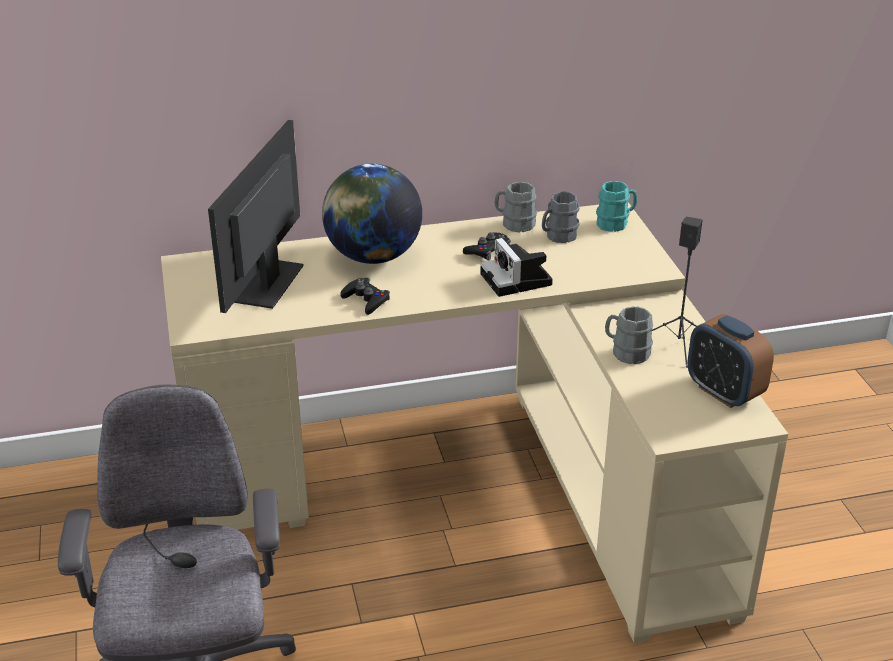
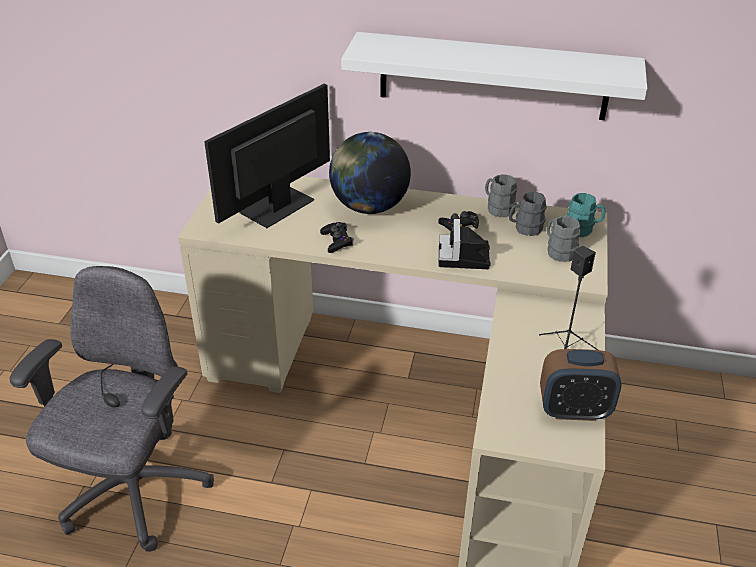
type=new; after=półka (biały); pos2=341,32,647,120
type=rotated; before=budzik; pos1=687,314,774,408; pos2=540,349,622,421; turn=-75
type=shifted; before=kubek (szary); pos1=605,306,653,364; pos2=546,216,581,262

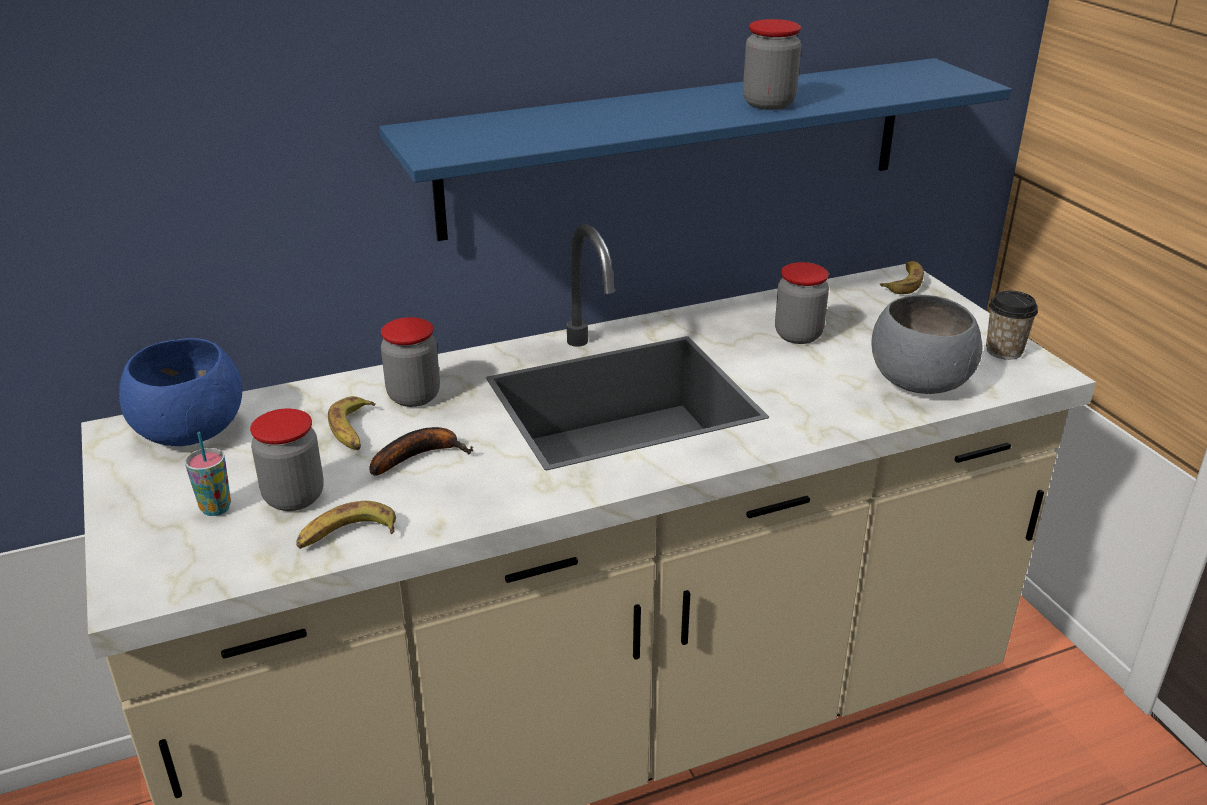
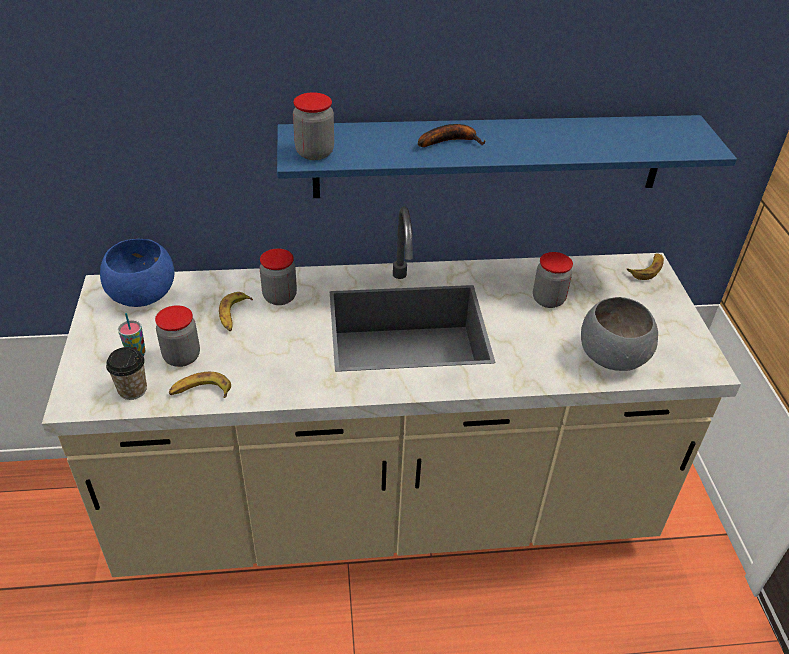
type=shifted; before=filiżanka; pos1=986,291,1038,360; pos2=106,347,147,400
type=shifted; before=słoik; pos1=743,19,801,110; pos2=293,92,334,160
type=shifted; before=banan; pos1=370,427,473,476; pos2=418,124,485,147

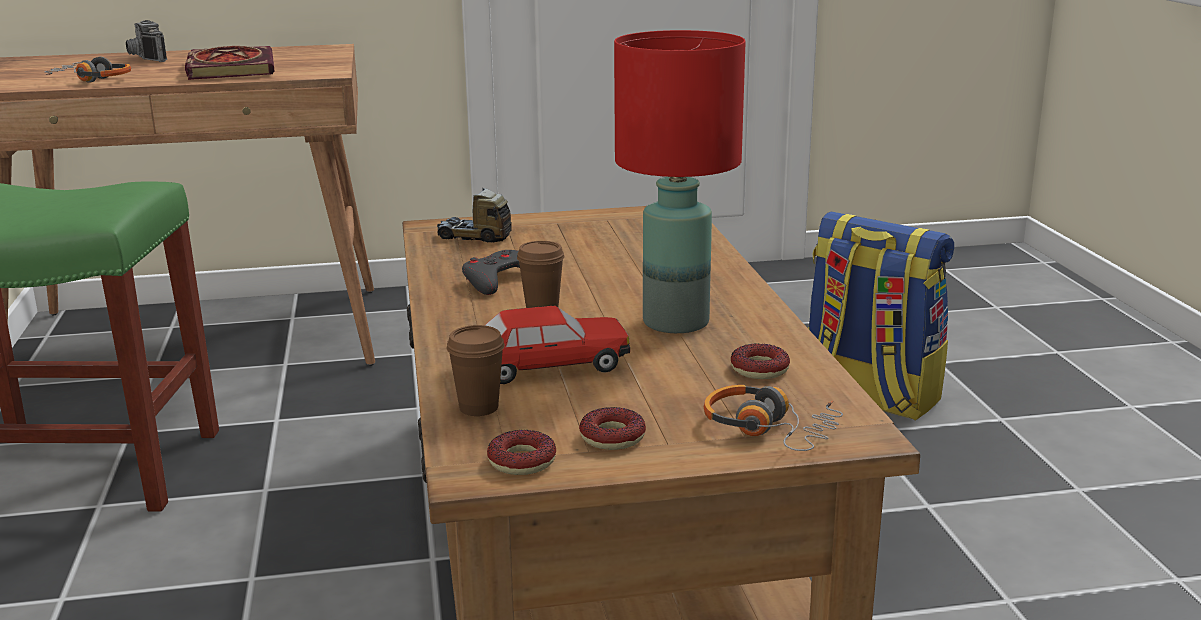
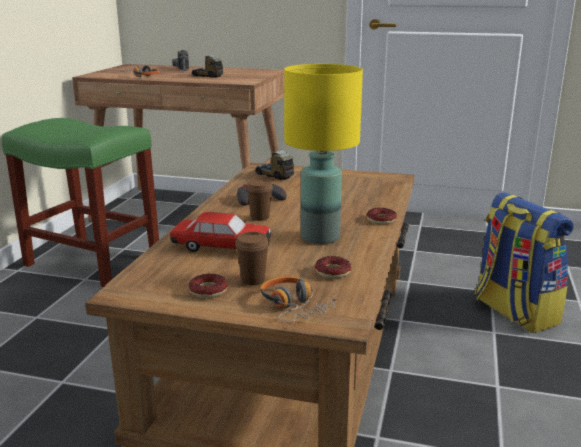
type=swapped; before=książka; after=ciężarówka zabawkowa; pos1=185,46,275,80; pos2=192,55,223,78
type=shifted; before=filiżanka (brązowy); pos1=447,325,505,416; pos2=235,232,269,285
type=repainted; before=lampa stołowa (czerwony); after=lampa stołowa (żółty); pos1=614,30,745,333; pos2=284,64,363,244
type=shifted; before=donut; pos1=487,430,556,475; pos2=367,208,397,225

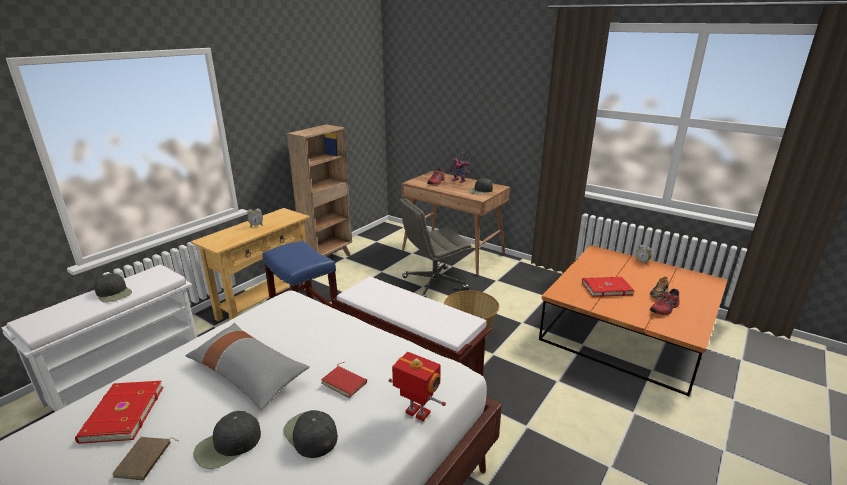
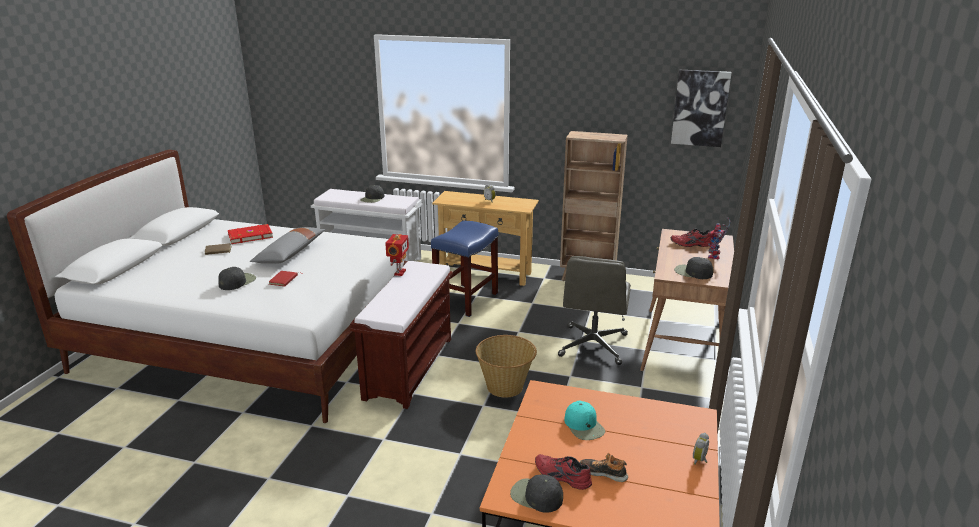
type=shifted; before=robot zabawkowy; pos1=389,352,446,421; pos2=385,234,409,276
type=shifted; before=czapka z daszkiem (czarny); pos1=193,411,261,469; pos2=510,475,563,513
type=rotated; before=krzesło biurowe (szary); pos1=399,198,472,297; pos2=558,256,631,365; turn=-120
type=swapped; before=książka (czerwony); after=czapka z daszkiem (turkusowy); pos1=582,277,635,297; pos2=564,401,605,440
type=new; after=obraz; pos2=671,70,732,147

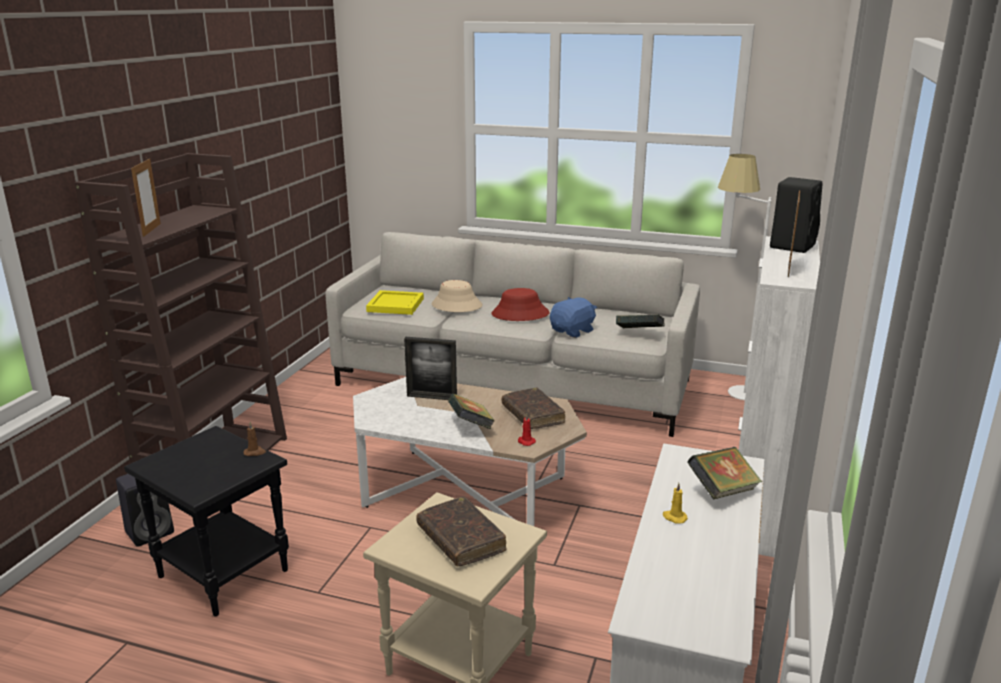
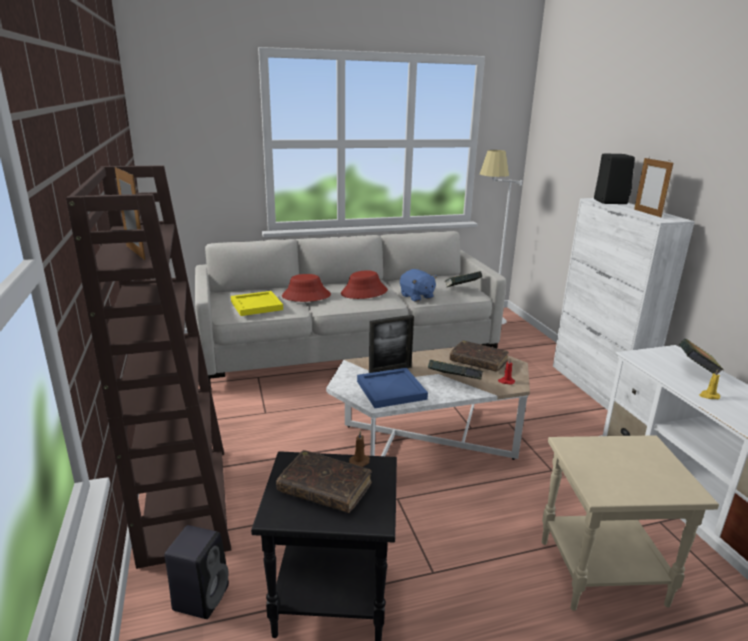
type=shifted; before=książka (brązowy); pos1=416,496,507,567; pos2=276,450,372,513
type=repainted; before=kapelusz (beżowy); after=kapelusz (czerwony); pos1=432,280,482,312; pos2=282,274,331,302
type=new; after=taca (niebieski); pos2=357,368,428,408
type=rotated; before=pluszak (niebieski); pos1=550,297,597,338; pos2=400,269,437,302; turn=135

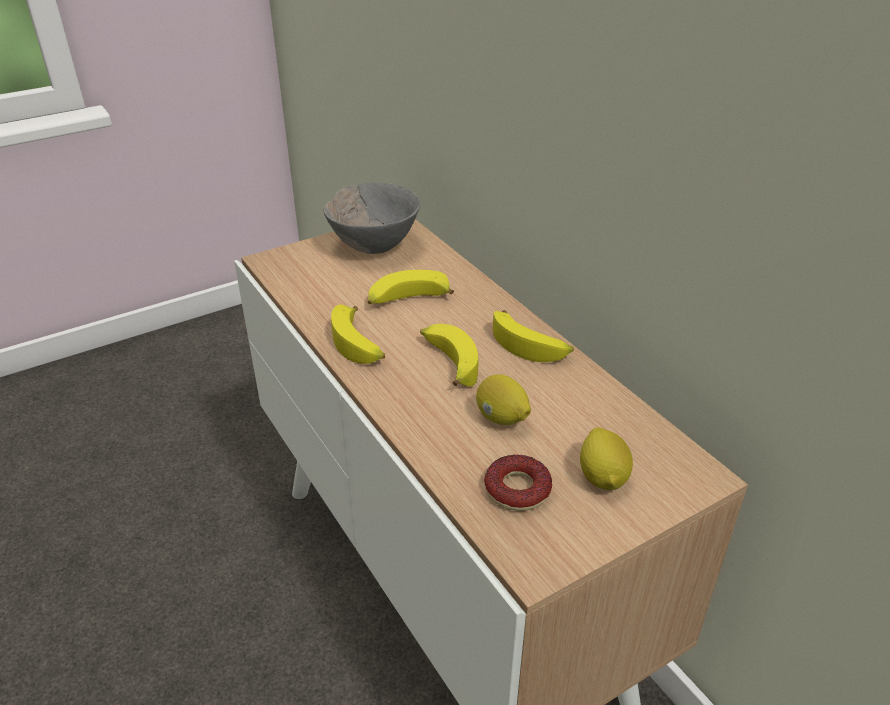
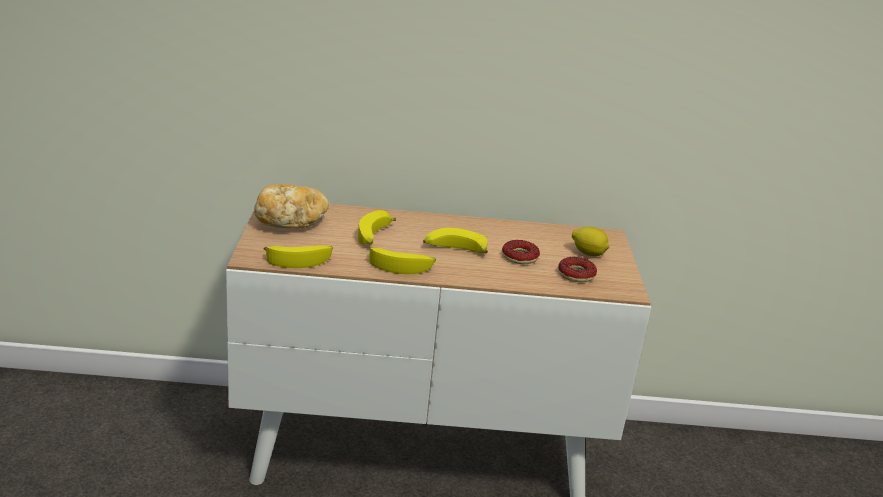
type=swapped; before=miska (szary); after=chleb; pos1=323,182,421,254; pos2=254,184,329,228
type=shifted; before=banan; pos1=493,310,574,362; pos2=264,245,333,268
type=swapped; before=cytryna; after=donut; pos1=476,374,531,425; pos2=502,240,540,264

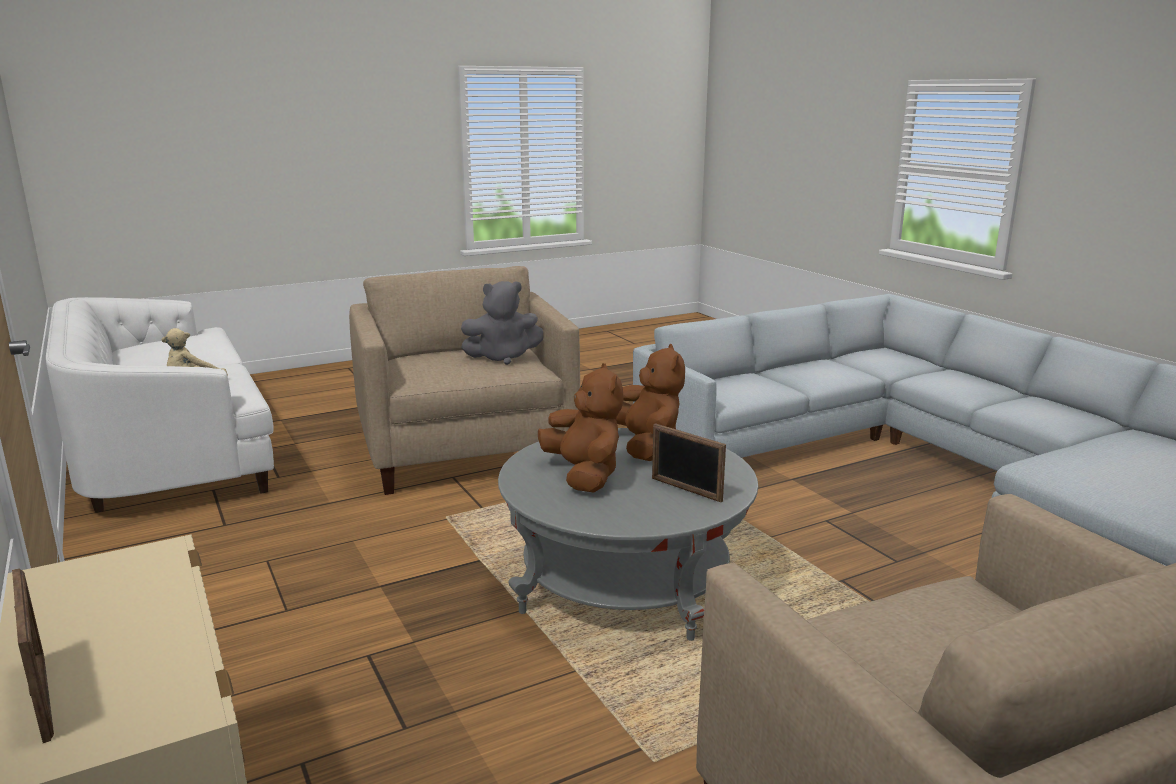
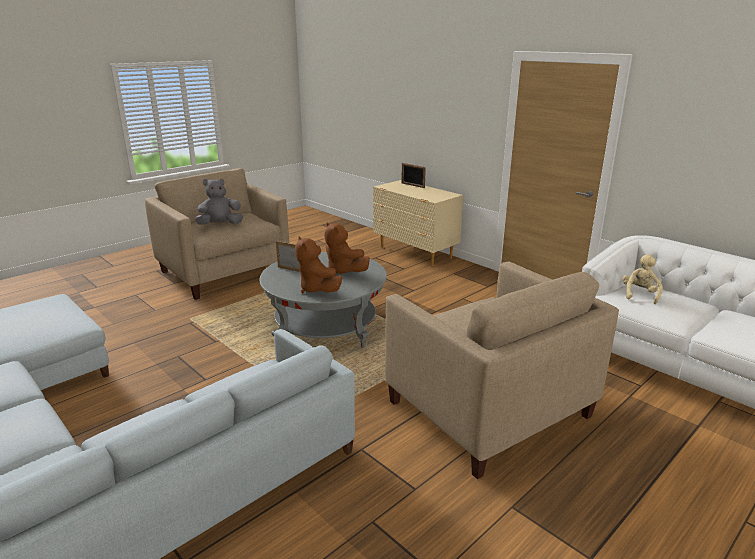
type=shifted; before=pluszak (szary); pos1=461,281,543,365; pos2=195,179,243,225

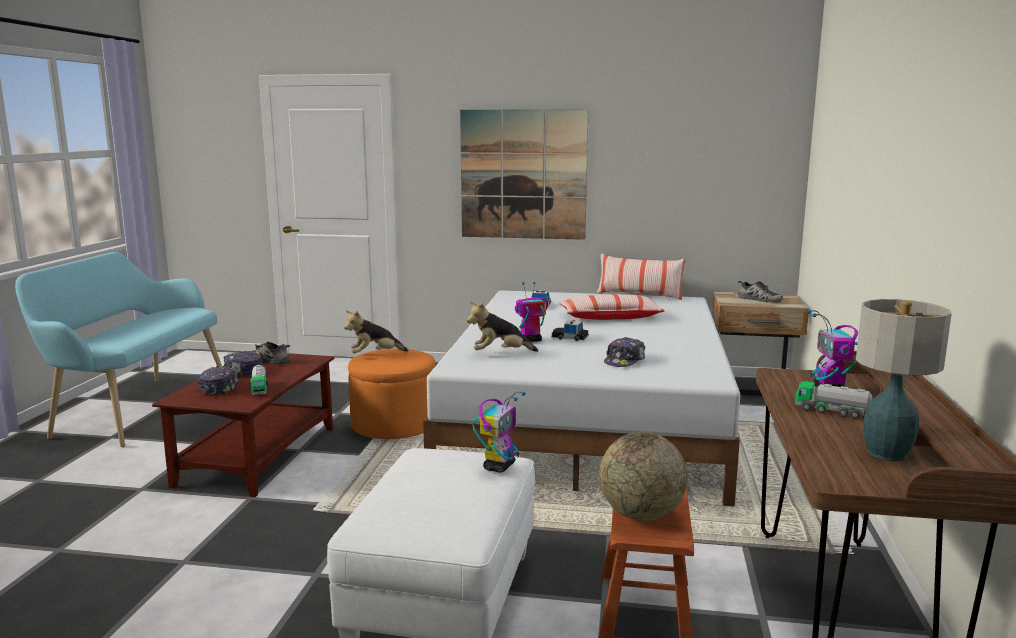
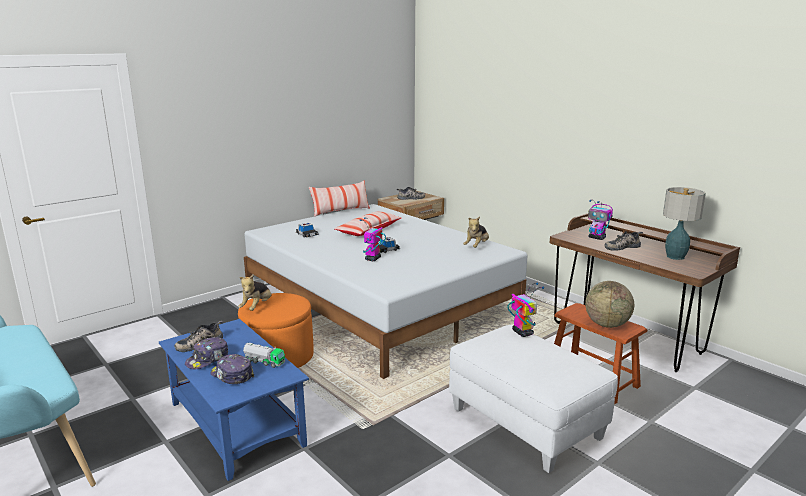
type=repainted; before=ława (brązowy); after=ława (niebieski); pos1=152,353,334,497; pos2=159,319,309,481
type=shifted; before=pluszak; pos1=467,302,538,352; pos2=463,216,489,248
type=swapped; before=ciężarówka zabawkowa; after=but; pos1=795,381,872,419; pos2=604,232,643,251
type=gone; before=obraz; pos1=460,109,588,240
type=gone; before=czapka z daszkiem; pos1=604,337,645,367

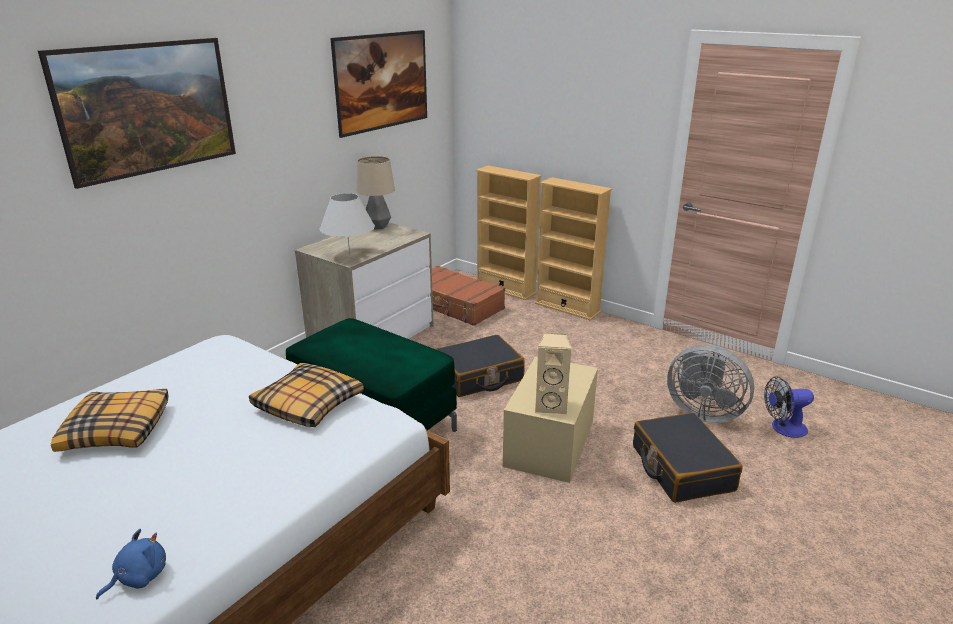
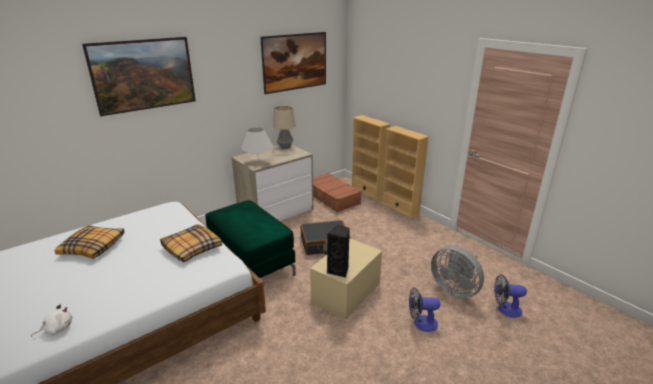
type=repainted; before=pluszak (niebieski); after=pluszak (biały); pos1=96,529,166,600; pos2=31,303,72,336
type=repainted; before=głośnik (beżowy); after=głośnik (czarny); pos1=535,333,572,415; pos2=327,225,350,278
type=swapped; before=walizka (czarny); after=wentylator; pos1=633,412,743,503; pos2=409,287,440,332

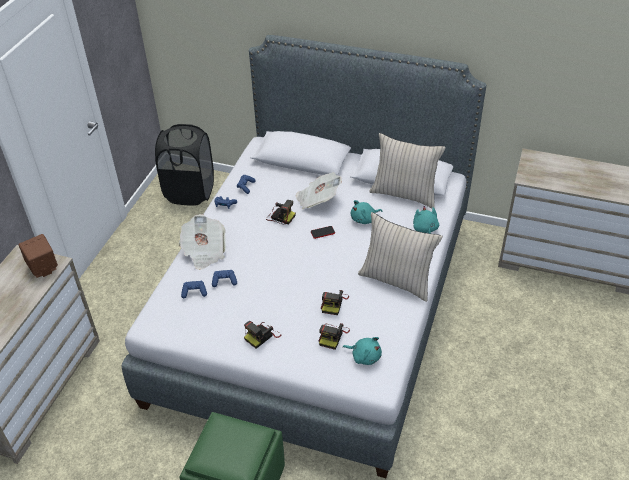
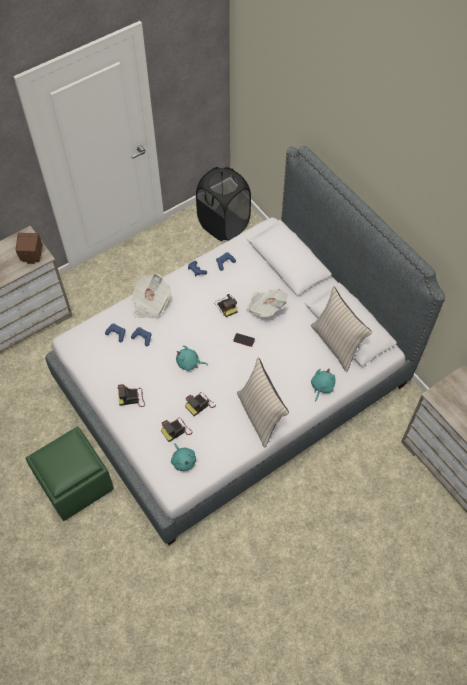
type=shifted; before=pluszak (turkusowy); pos1=351,200,382,224; pos2=176,345,208,371

